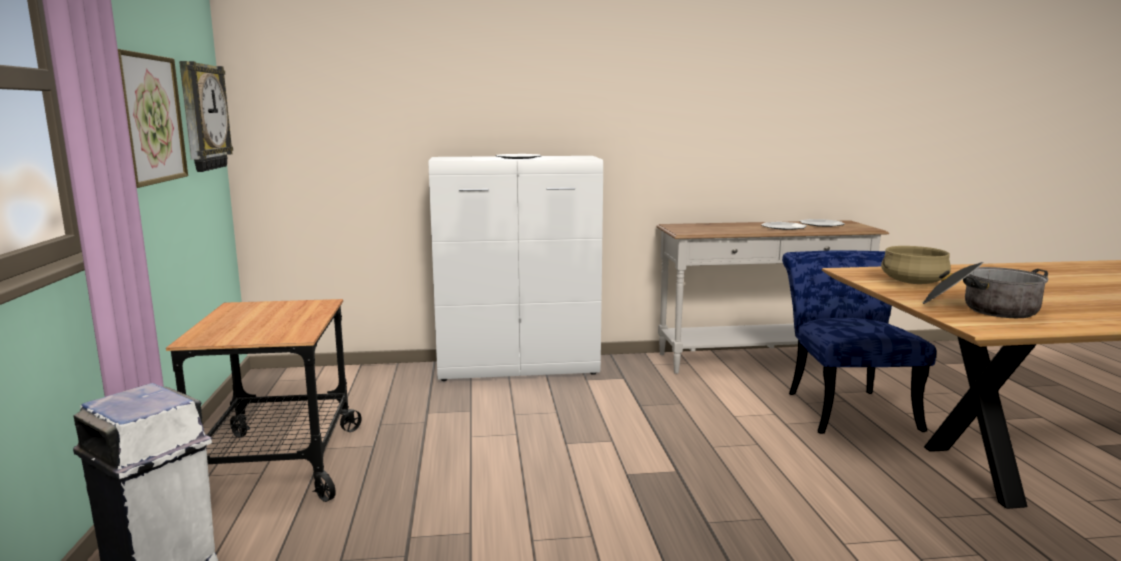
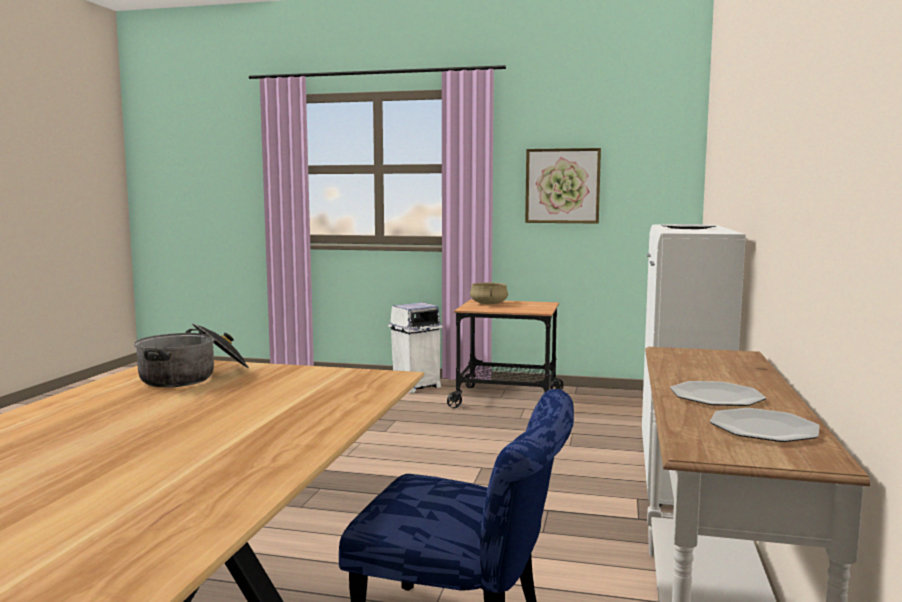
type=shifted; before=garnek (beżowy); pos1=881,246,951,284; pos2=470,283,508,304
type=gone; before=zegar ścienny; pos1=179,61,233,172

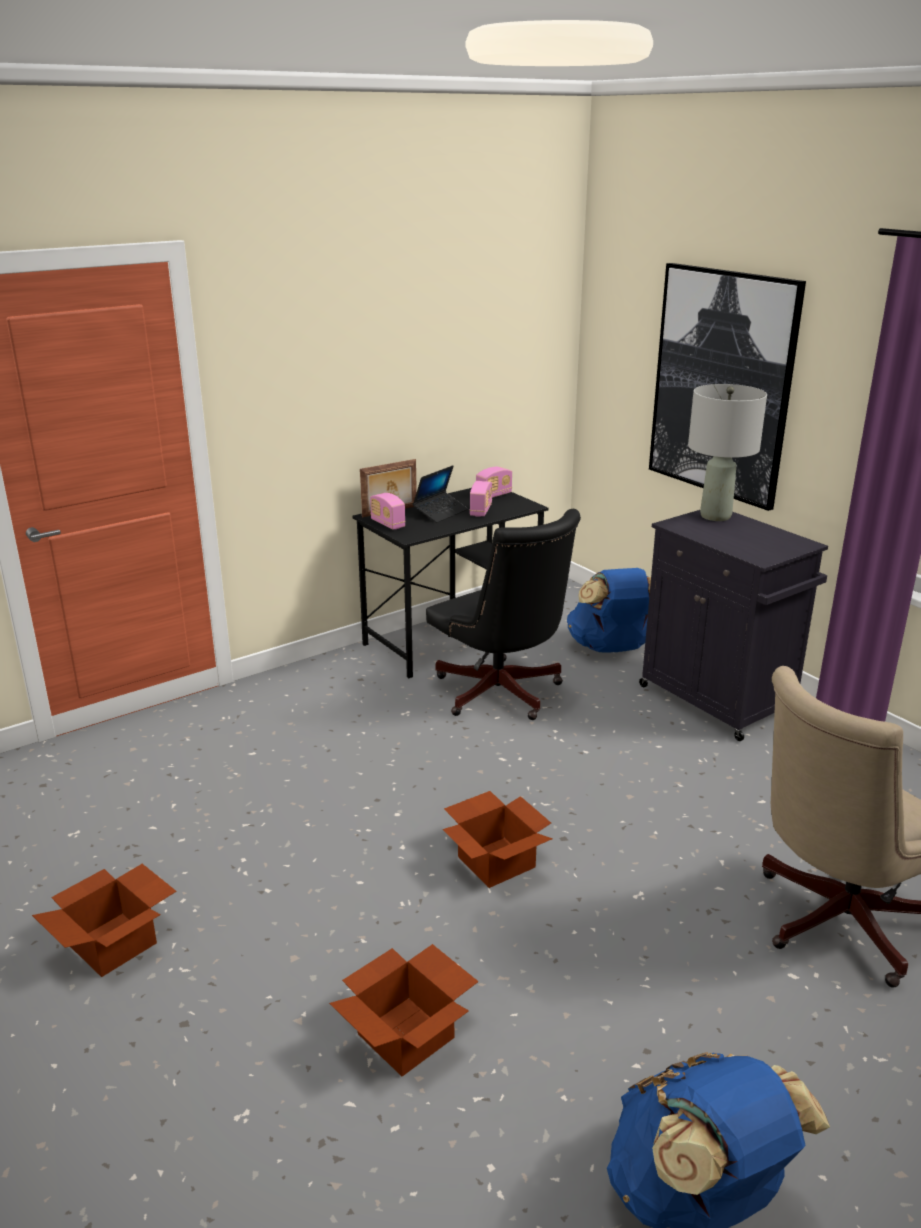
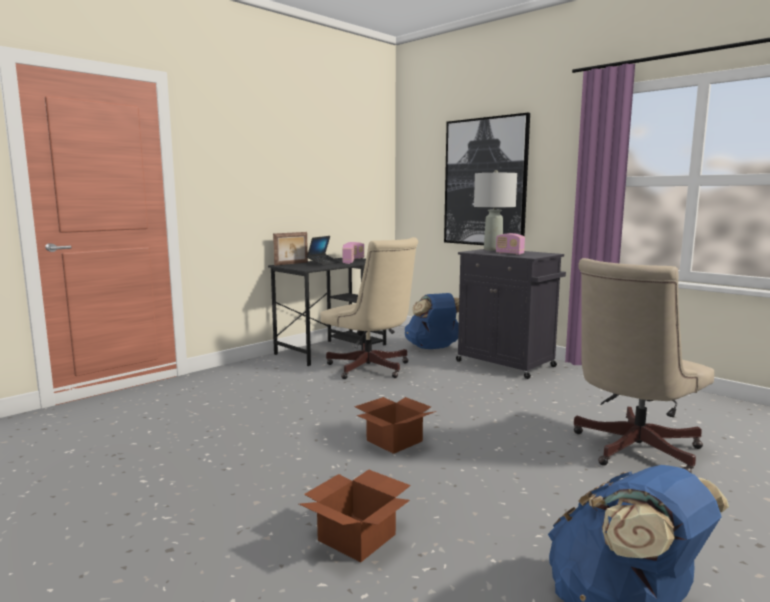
type=repainted; before=krzesło biurowe (czarny); after=krzesło biurowe (beżowy); pos1=426,509,581,720; pos2=321,237,418,379
type=shifted; before=radio; pos1=370,493,406,530; pos2=496,233,525,255
type=gone; before=karton; pos1=32,864,177,977

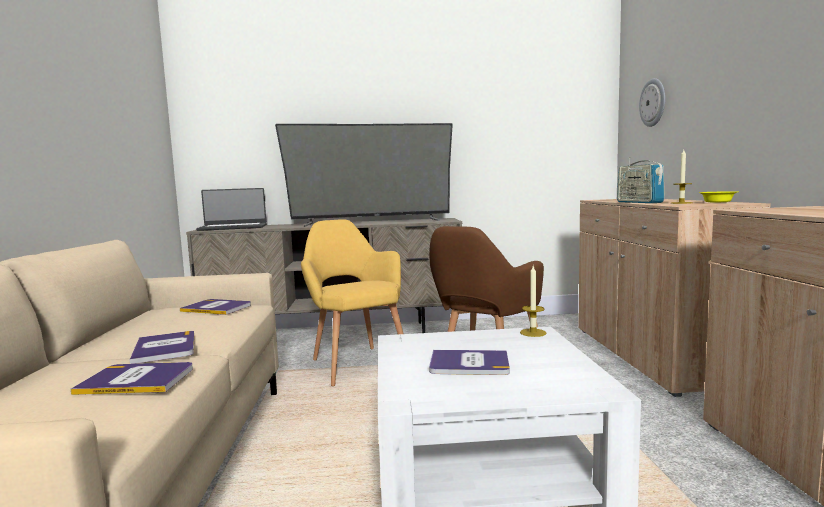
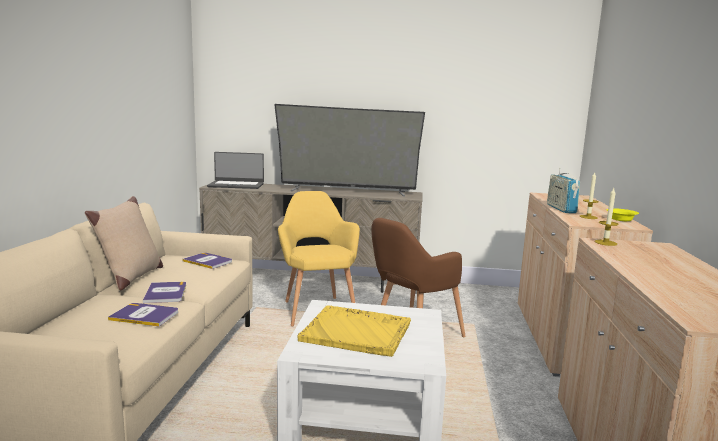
type=new; after=poduszka (beżowy); pos2=85,196,163,290
type=swapped; before=książka; after=taca (żółty); pos1=429,350,510,375; pos2=297,305,411,357
type=shifted; before=świeca; pos1=520,266,546,337; pos2=594,188,618,246
type=gone; before=zegar ścienny; pos1=639,78,665,127

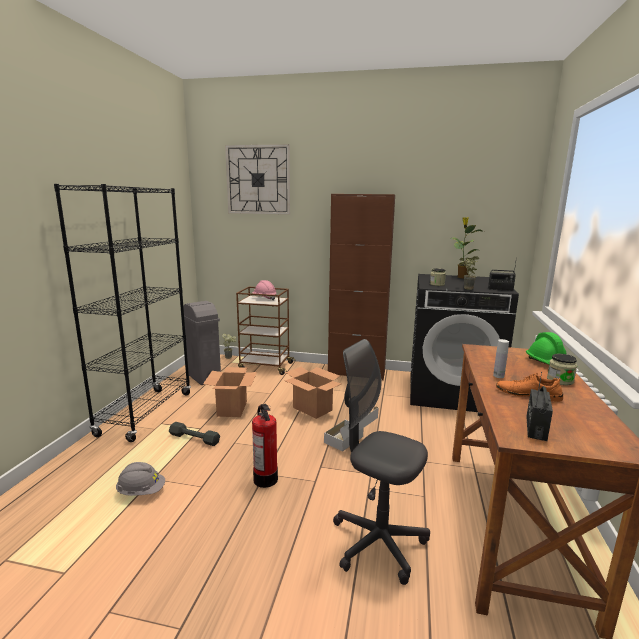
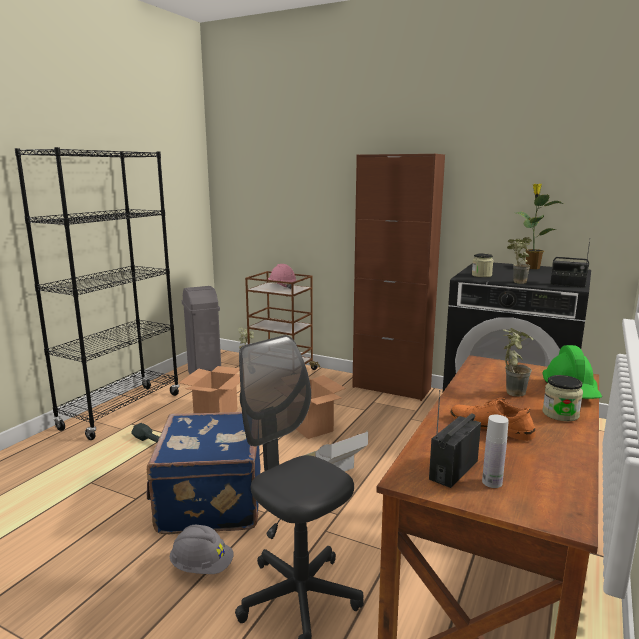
type=swapped; before=gaśnica; after=walizka (niebieski); pos1=252,404,278,488; pos2=147,412,261,534
type=shifted; before=kask (szary); pos1=116,462,165,496; pos2=170,525,233,574
type=shifted; before=butelka (biały); pos1=493,339,509,378; pos2=482,415,509,488
type=new; after=roślina doniczkowa; pos2=503,328,533,397
type=gone; before=zegar ścienny; pos1=225,144,290,215

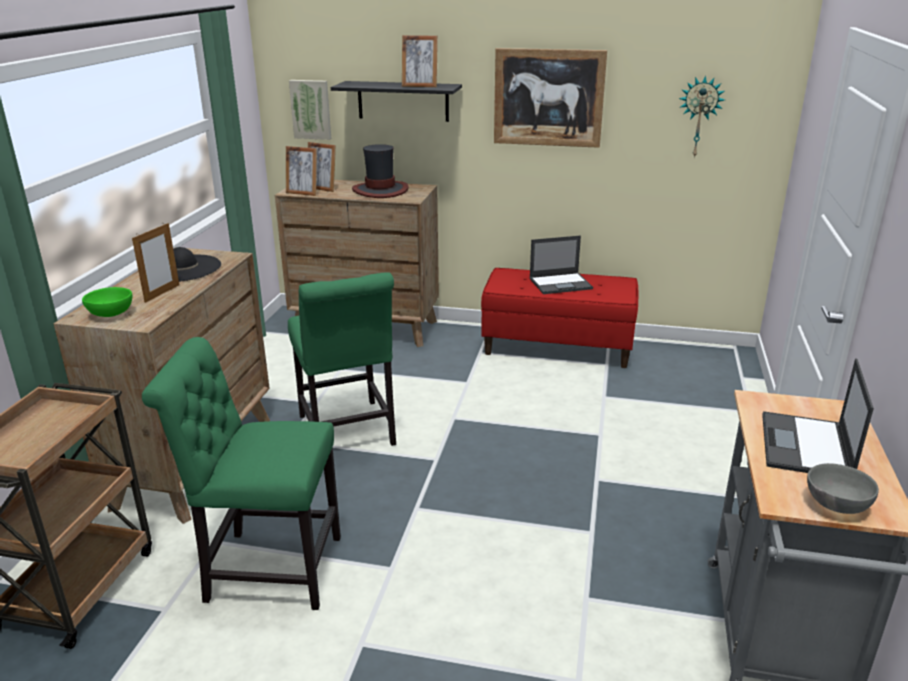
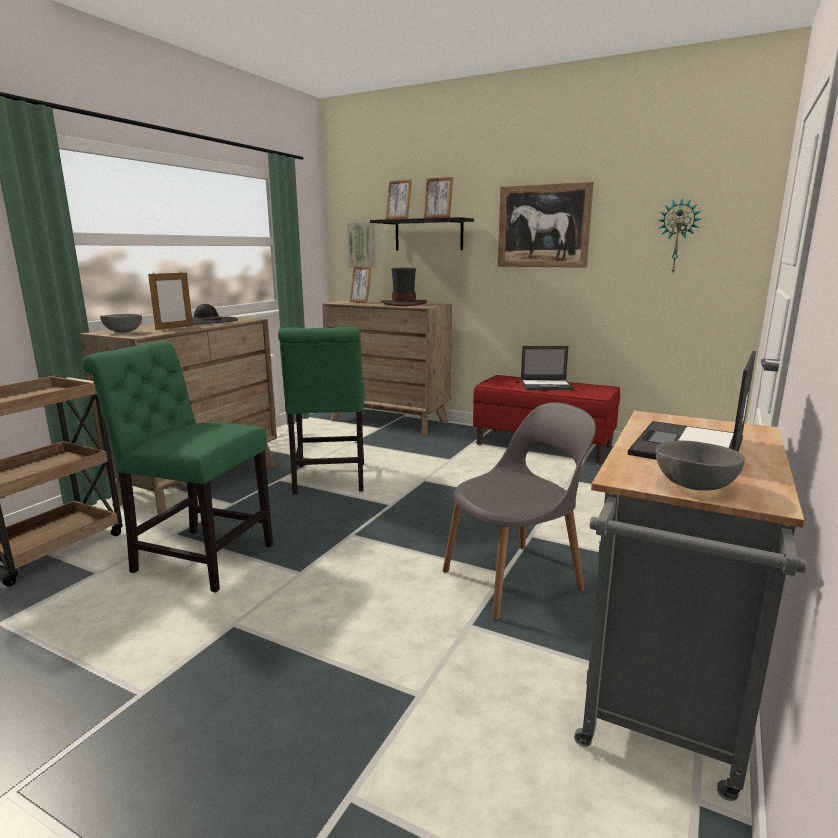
type=repainted; before=miska (zielony); after=miska (szary); pos1=82,287,132,317; pos2=100,314,142,333
type=shifted; before=ramka na zdjęcie; pos1=286,146,317,196; pos2=385,179,412,219
type=new; after=krzesło (szary); pos2=443,402,596,620

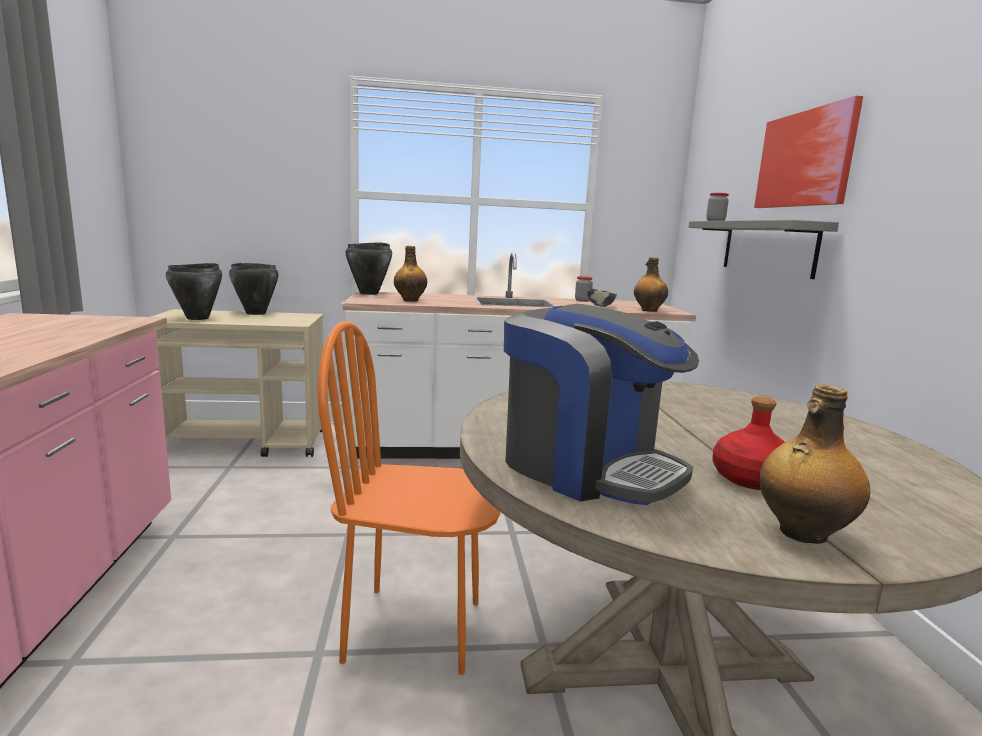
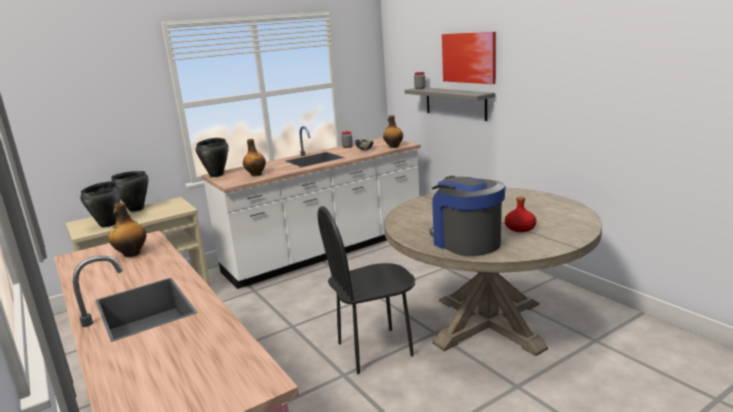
type=shifted; before=butelka; pos1=759,385,870,544; pos2=109,202,146,257
type=repainted; before=krzesło (pomarańczowy); after=krzesło (czarny); pos1=318,321,500,675; pos2=318,206,416,374
type=rotated; before=ekspres do kawy; pos1=504,304,699,505; pos2=430,176,505,256; turn=-135

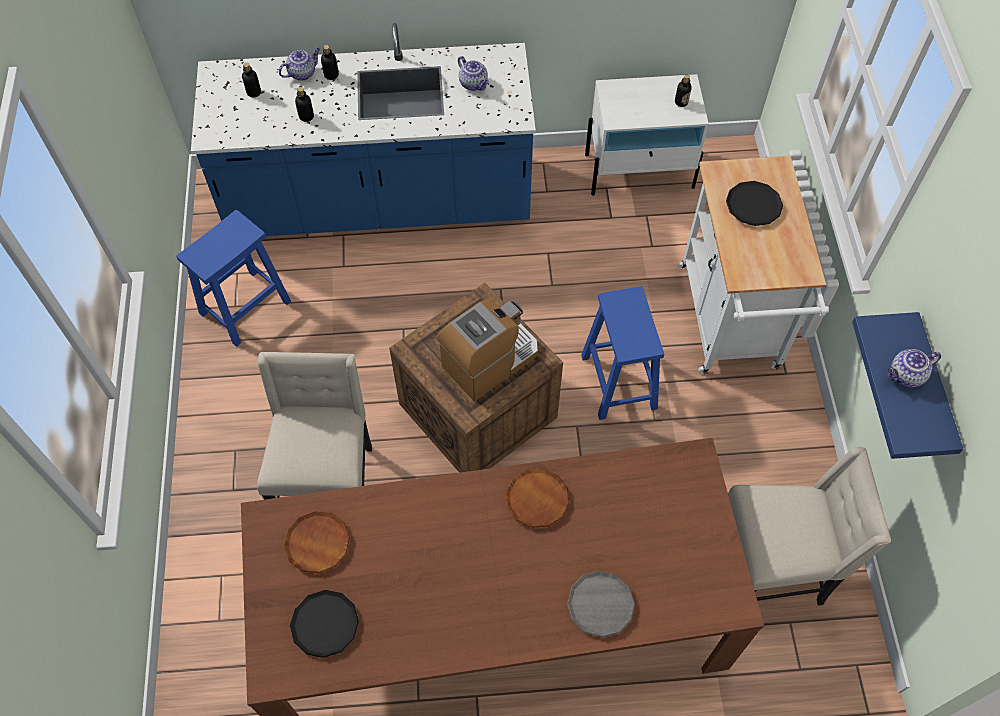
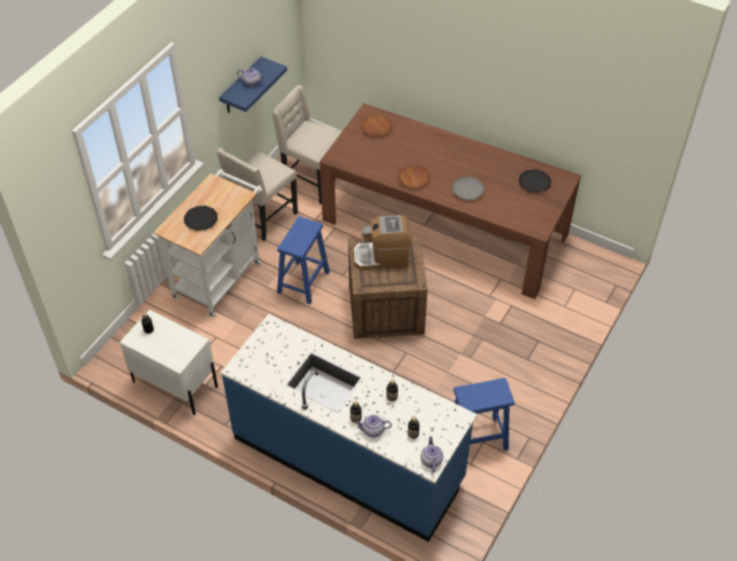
type=shifted; before=krzesło (beżowy); pos1=257,352,372,500; pos2=217,148,298,241
type=shifted; before=talerz (brązowy); pos1=284,511,350,573; pos2=361,115,392,137
type=shifted; before=imbryk; pos1=458,56,489,91; pos2=421,436,443,473
type=shifted; before=talerz (szary); pos1=567,571,635,638; pos2=452,177,485,200

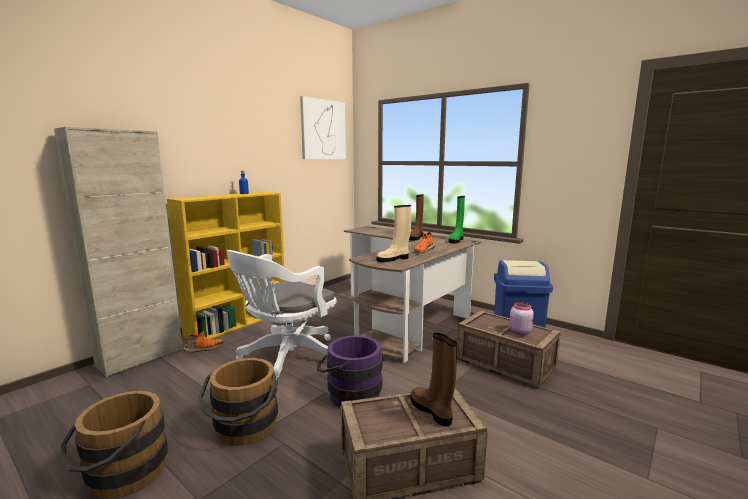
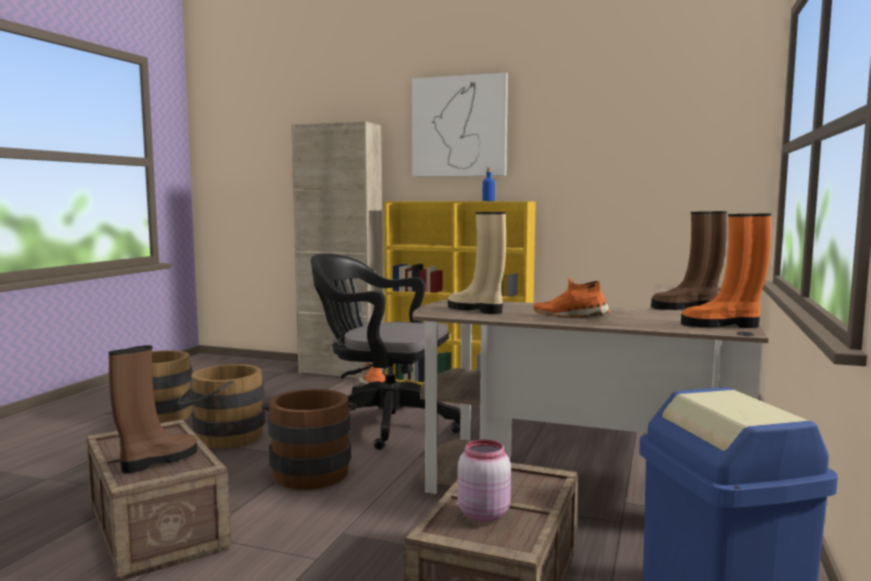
type=repainted; before=wiadro (fioletowy); after=wiadro (brązowy); pos1=317,335,383,408; pos2=261,389,357,490
type=repainted; before=krzesło biurowe (biały); after=krzesło biurowe (czarny); pos1=227,250,336,379; pos2=311,253,460,450
type=shifted; before=obraz; pos1=300,96,346,159; pos2=412,73,508,177
type=repainted; before=but z cholewką (zielony); after=but z cholewką (pomarańczowy); pos1=448,196,465,244; pos2=681,213,771,328

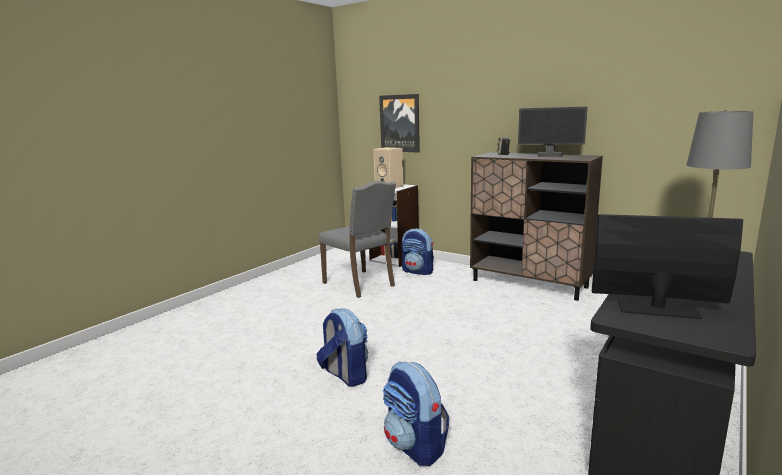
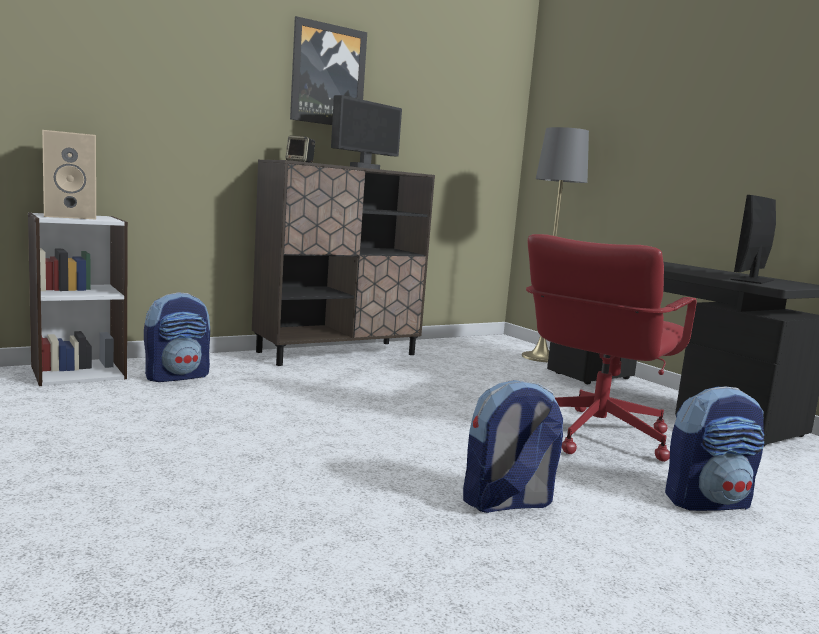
type=shifted; before=obraz; pos1=379,94,420,153; pos2=290,16,367,125
type=new; after=krzesło biurowe (czerwony); pos2=526,234,697,462
type=gone; before=krzesło (szary); pos1=319,181,396,298

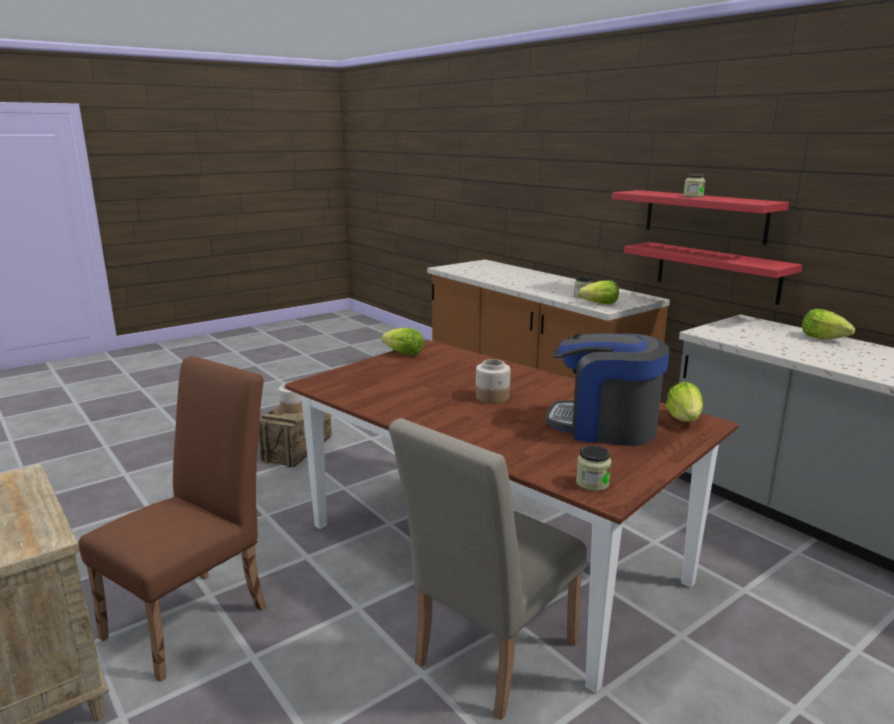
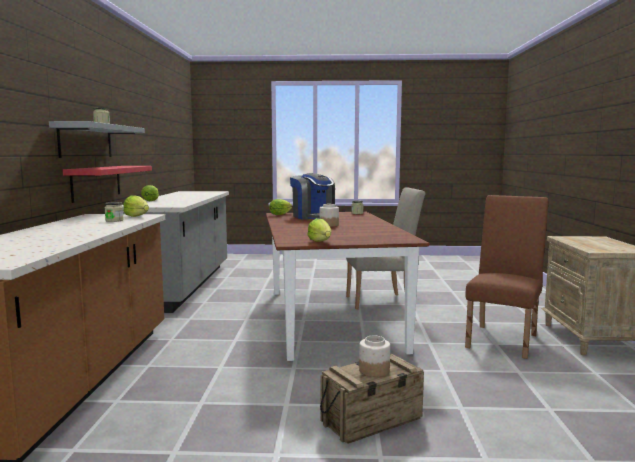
type=repainted; before=półka (czerwony); after=półka (szary); pos1=612,190,789,245; pos2=49,121,145,158
type=rotated; before=krzesło (brązowy); pos1=79,356,265,682; pos2=465,195,549,359; turn=135

